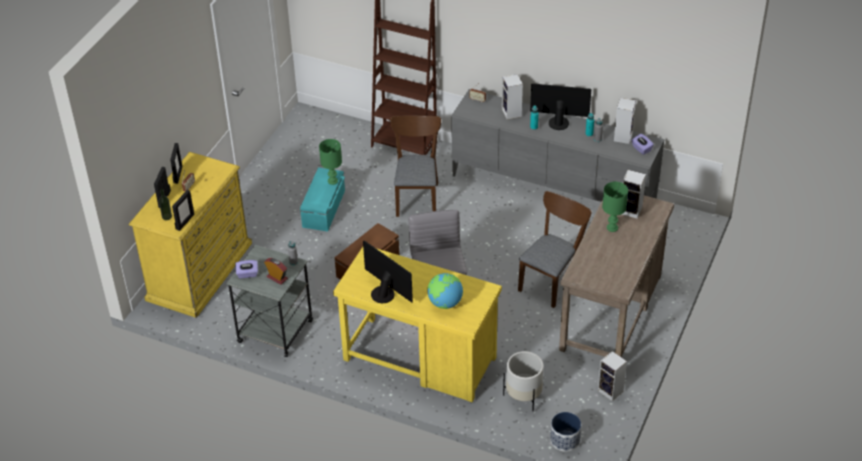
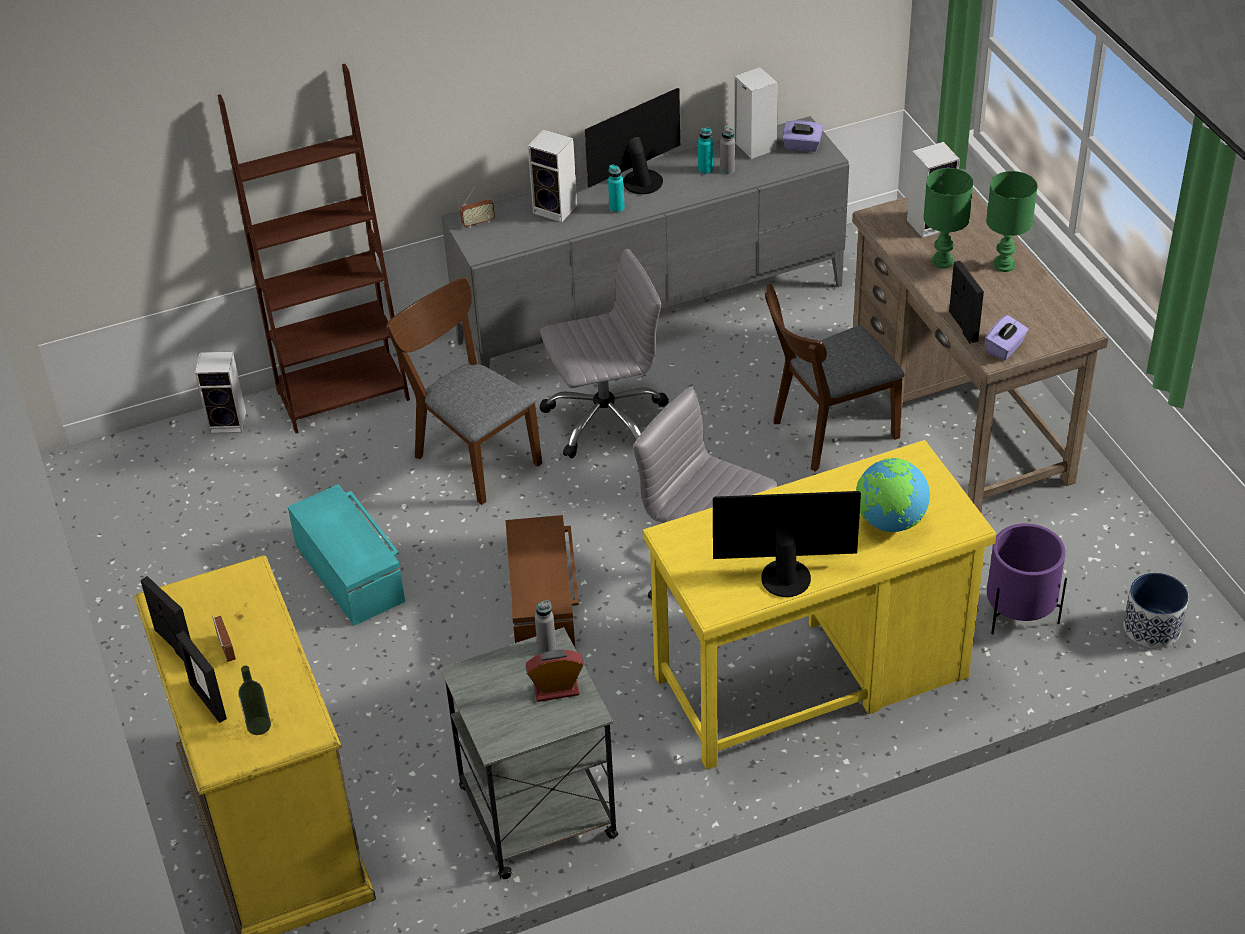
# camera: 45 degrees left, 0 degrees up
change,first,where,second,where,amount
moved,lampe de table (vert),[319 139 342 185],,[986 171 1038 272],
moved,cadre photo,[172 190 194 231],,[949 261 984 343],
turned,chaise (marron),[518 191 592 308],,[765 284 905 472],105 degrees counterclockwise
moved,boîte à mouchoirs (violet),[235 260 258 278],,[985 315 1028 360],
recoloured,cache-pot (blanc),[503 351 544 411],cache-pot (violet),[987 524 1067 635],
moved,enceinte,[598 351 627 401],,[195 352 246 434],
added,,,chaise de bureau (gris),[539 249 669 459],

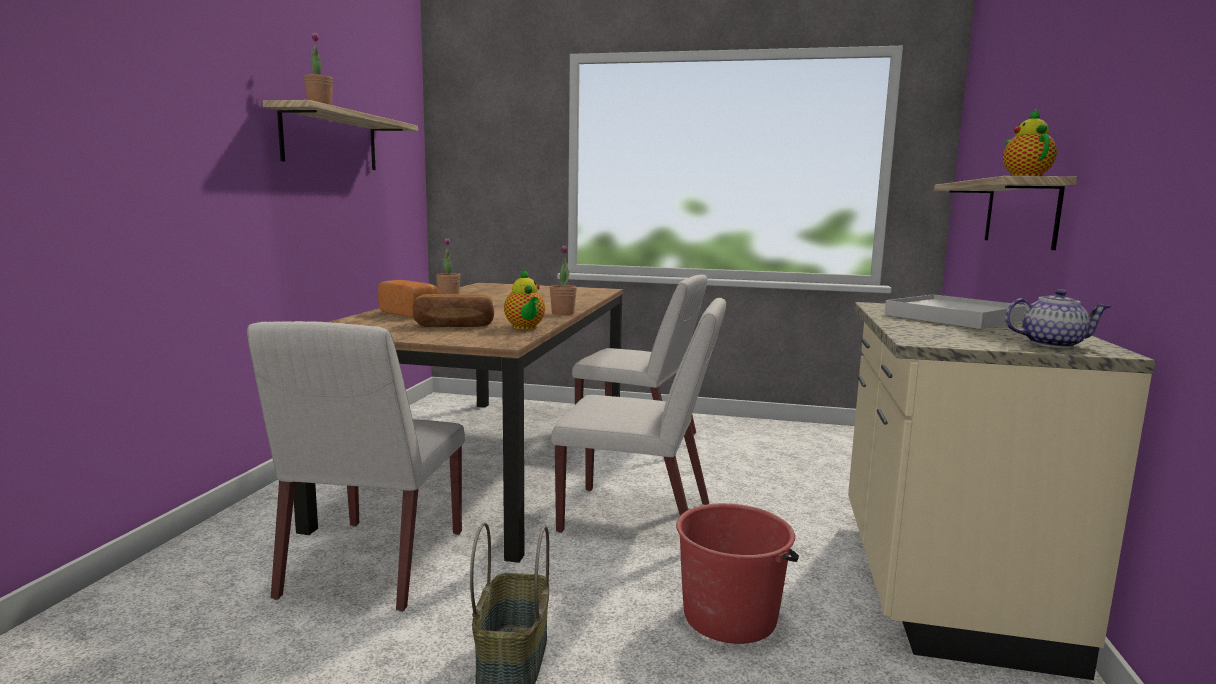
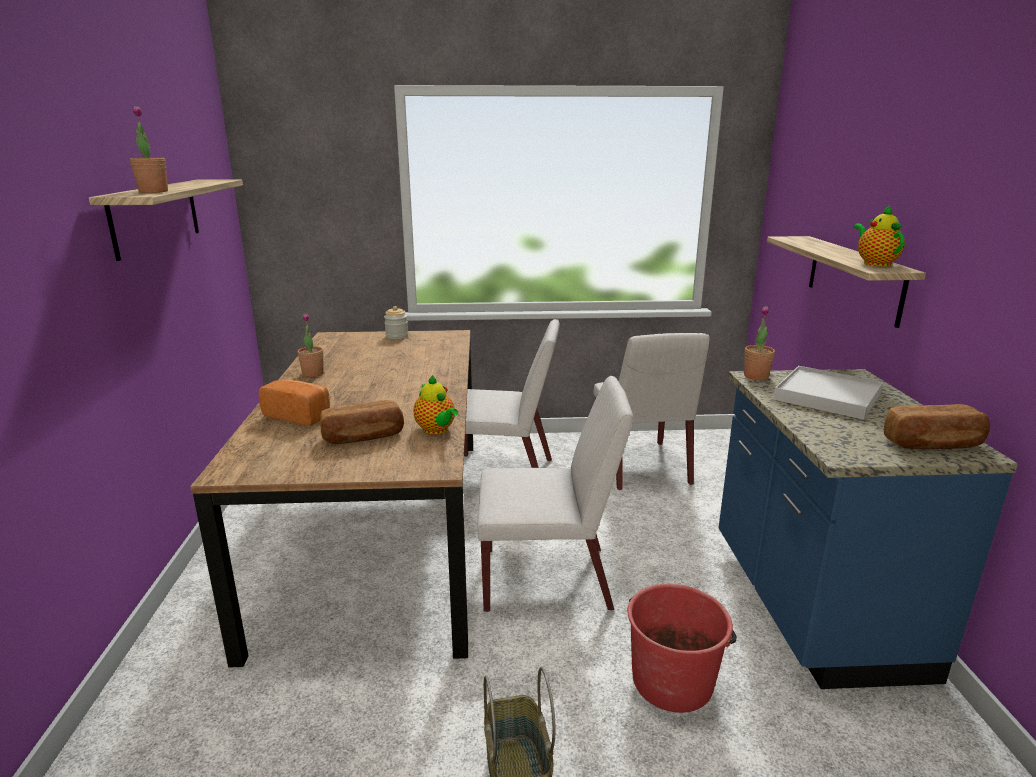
# camera: 15 degrees left, 10 degrees up
change,first,where,second,where,amount
moved,plante en pot,[550 246 577 315],,[744 306 775 380],
replaced,théière,[1005 289 1110 348],pain,[884 404 990 449],
recoloured,comptoir de cuisine (beige),[848 302 1156 680],comptoir de cuisine (bleu),[719 369 1018 689],
moved,chaise (blanc),[247 321 465 612],,[593 333 710 490],
added,,,bocal,[384 306 408 339],

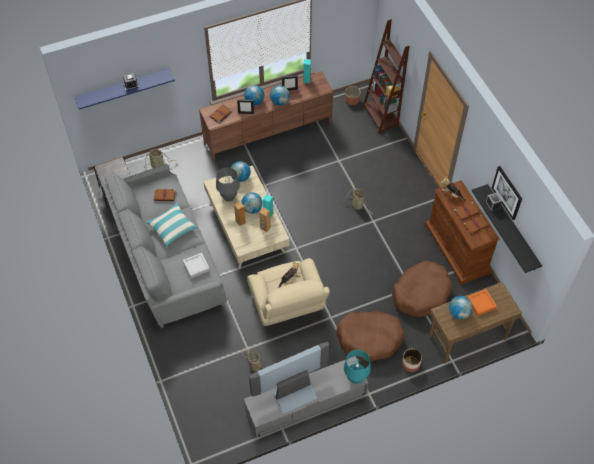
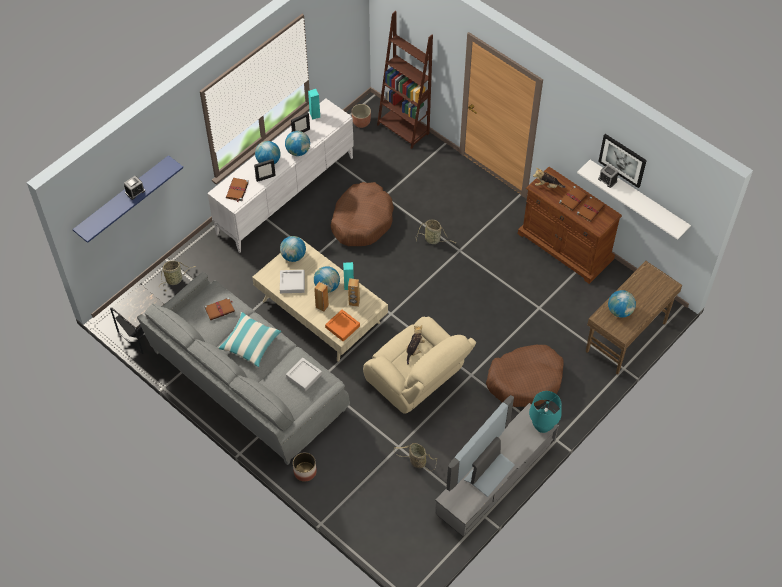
# camera: 25 degrees left, 0 degrees up
change,first,where,second,where,amount
recoloured,meuble de rangement (marron),[199 71 333 163],meuble de rangement (blanc),[207 99 354 253],
replaced,lampe de table (gris),[216 167 240 202],plateau (gris),[280 270 305 293],
recoloured,étagère (noir),[472 184 542 273],étagère (blanc),[577 160 691 240],
moved,panier pour chien (marron),[392 261 452 317],,[330 182 394 246],
moved,plateau (orange),[467 289 497 316],,[325 309 360 342],
moved,cache-pot,[402 349 422 372],,[293 452 317 482],

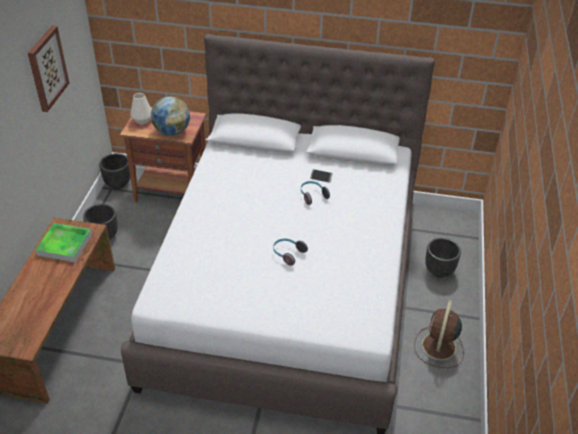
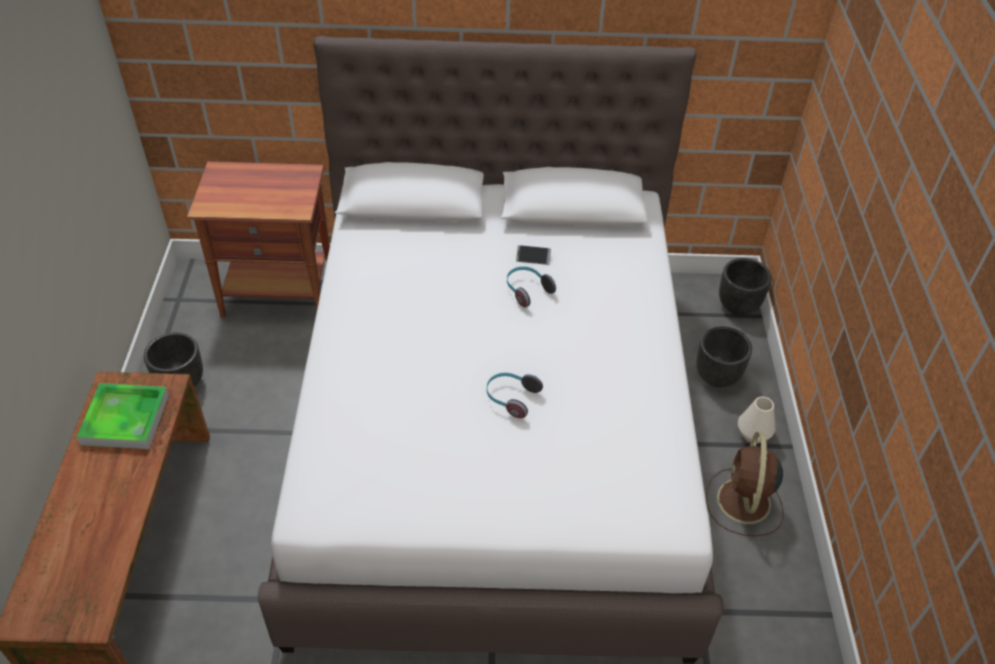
# camera: 10 degrees left, 5 degrees up
change,first,where,second,where,amount
removed,tableau,[28 26 69 112],,,
moved,vase (blanc),[130 93 152 125],,[738 397 775 443],
removed,globe,[151 96 190 136],,,
moved,cache-pot (noir),[99 153 130 189],,[719 258 772 315],

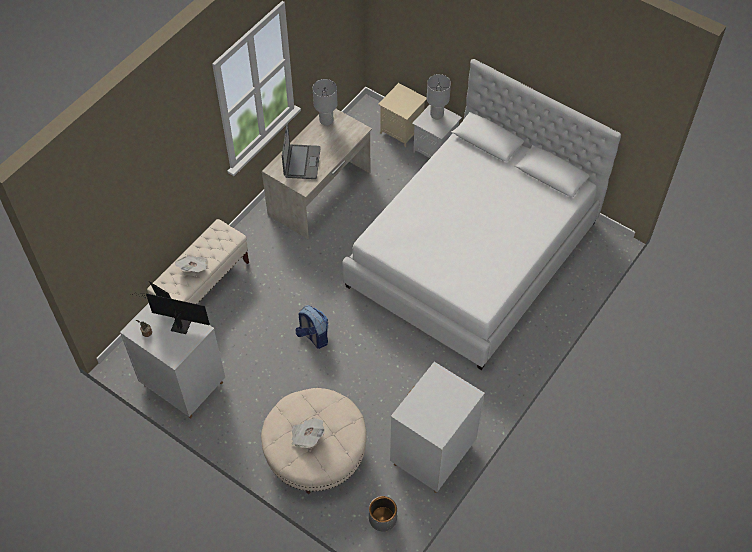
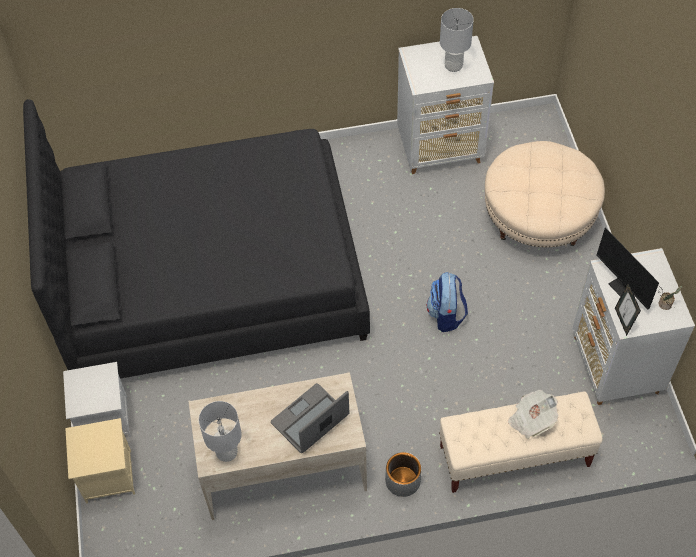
# camera: 135 degrees left, 0 degrees up
change,first,where,second,where,amount
recoloured,lit (blanc),[342 59 621 370],lit (noir),[23 99 370 379],
moved,lampe de table (gris),[427 74 451 120],,[440 8 474 72],
removed,journal,[291 418 325 448],,,
moved,cache-pot (gris),[369 496 397 532],,[385 452 421 497],

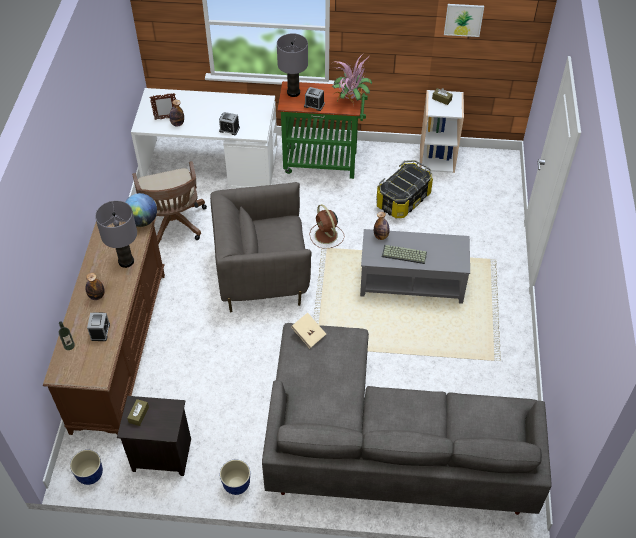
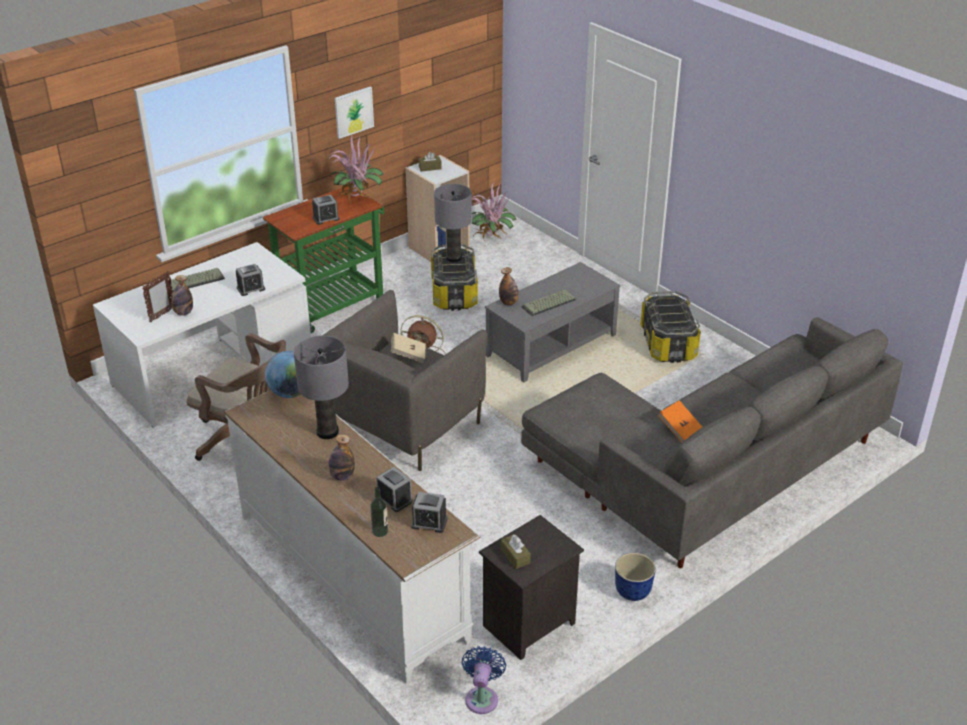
# camera: 45 degrees left, 15 degrees down
change,first,where,second,where,amount
moved,tableau,[444 4 484 37],,[335 86 374 139],
moved,lampe de table (gris),[277 33 308 97],,[434 184 472 262],
recoloured,meuble de rangement (marron),[43 215 165 435],meuble de rangement (blanc),[224 390 481 683],
moved,livre (beige),[291 313 326 348],,[391 333 425 363],
replaced,cache-pot,[70 450 103 485],ventilateur (bleu),[462 646 506 714],
added,,,plante en pot,[471 181 517 241],
added,,,clavier,[170 268 225 291],
added,,,boîte de rangement,[640 291 701 363],
added,,,livre (orange),[658 400 702 443],
added,,,réveil,[411 492 448 533],

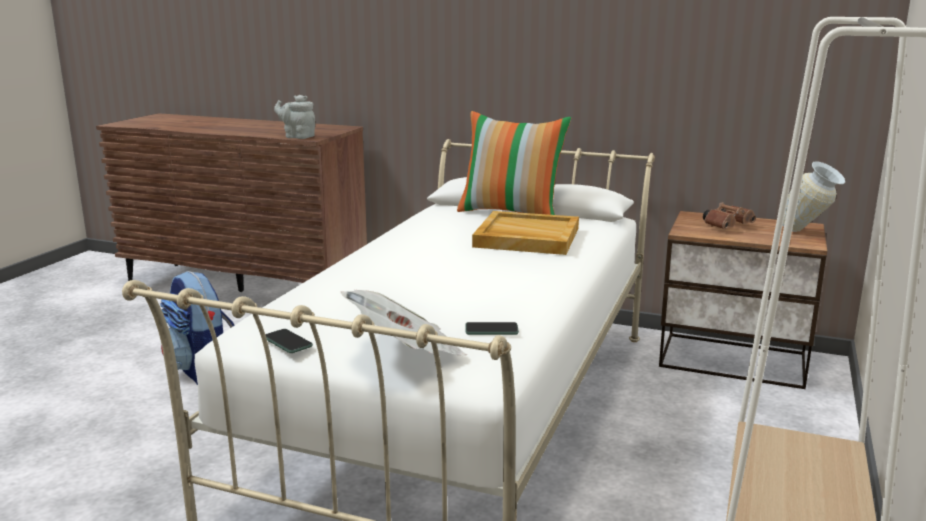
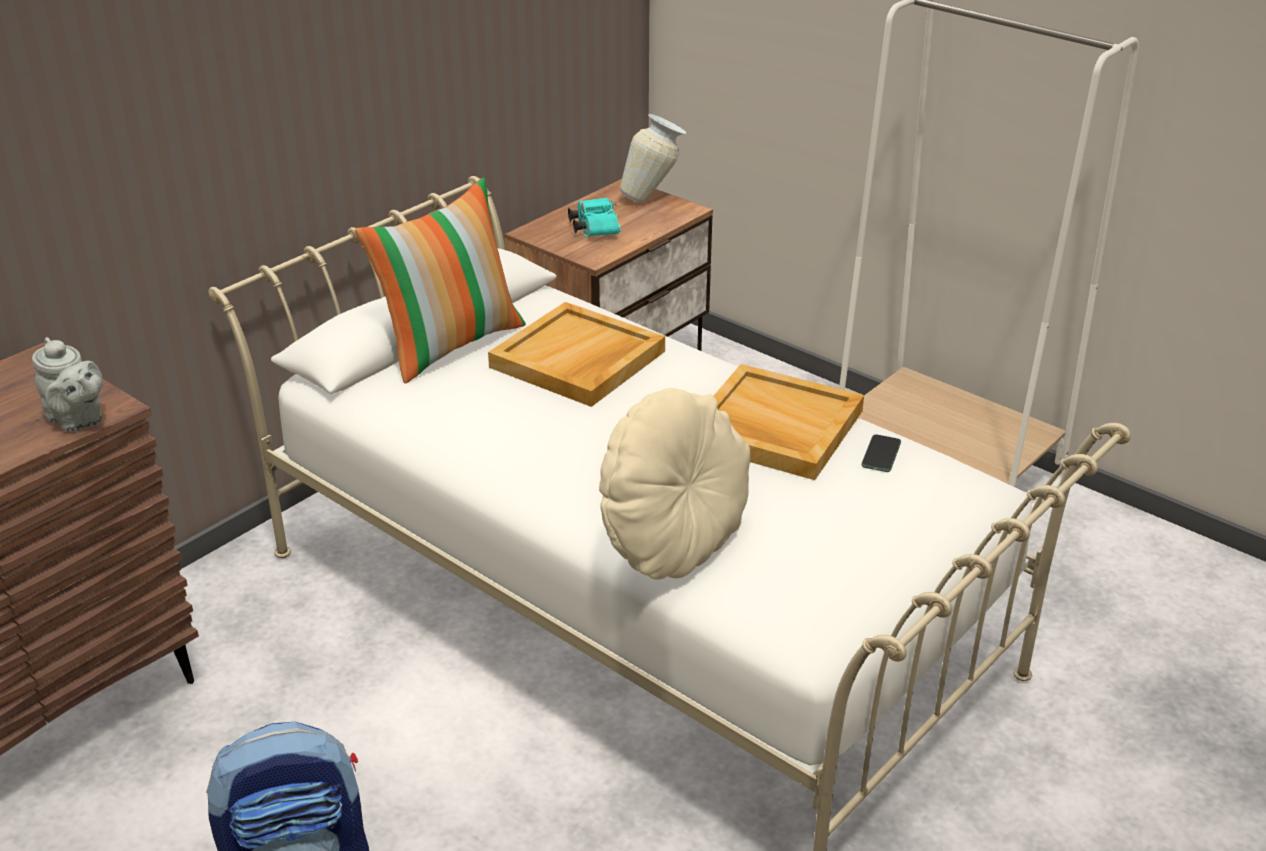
# camera: 70 degrees left, 15 degrees up
change,first,where,second,where,amount
turned,théière (gris),[274 95 315 139],,[32 337 103 432],90 degrees counterclockwise
recoloured,jumelles (marron),[703 202 756 229],jumelles (turquoise),[568 197 621 237],
removed,journal,[340 290 467 356],,,
removed,téléphone,[265 329 313 353],,,
added,,,plateau (beige),[713 364 864 480],
added,,,coussin (beige),[599 388 750 580],

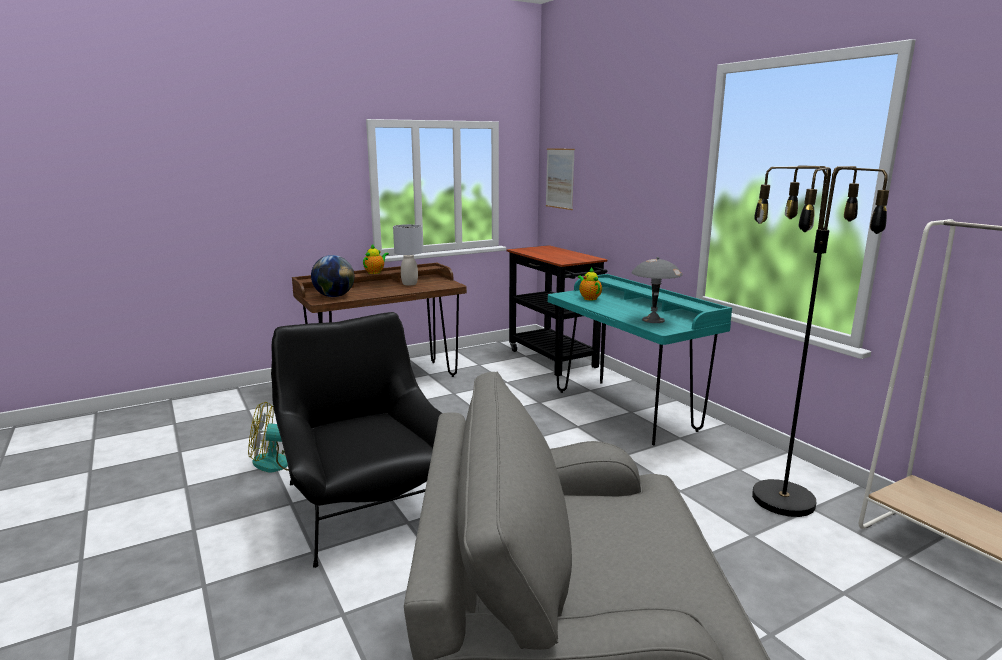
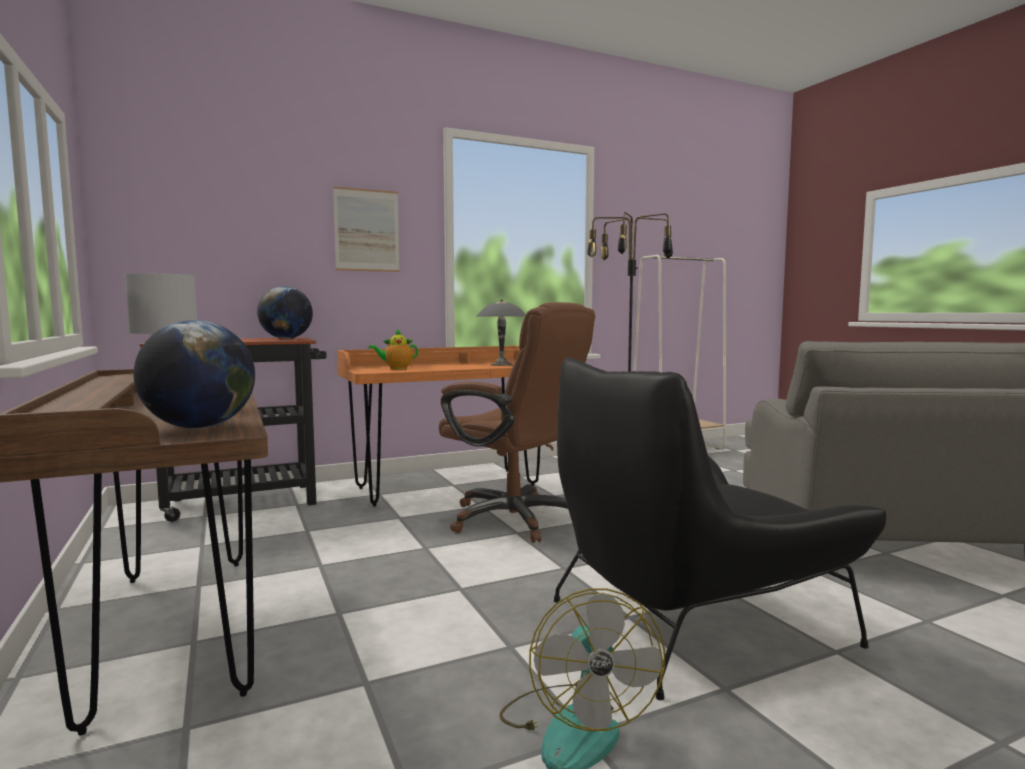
# camera: 85 degrees left, 10 degrees down
change,first,where,second,where,amount
moved,tableau,[546 148 575 210],,[333 186 400 272],
removed,théière,[363 245 389 274],,,
recoloured,bureau (turquoise),[548 274 732 445],bureau (orange),[337 346 540 507],
added,,,globe,[257 286 313 339],
added,,,chaise de bureau (marron),[439 302 595 543],

